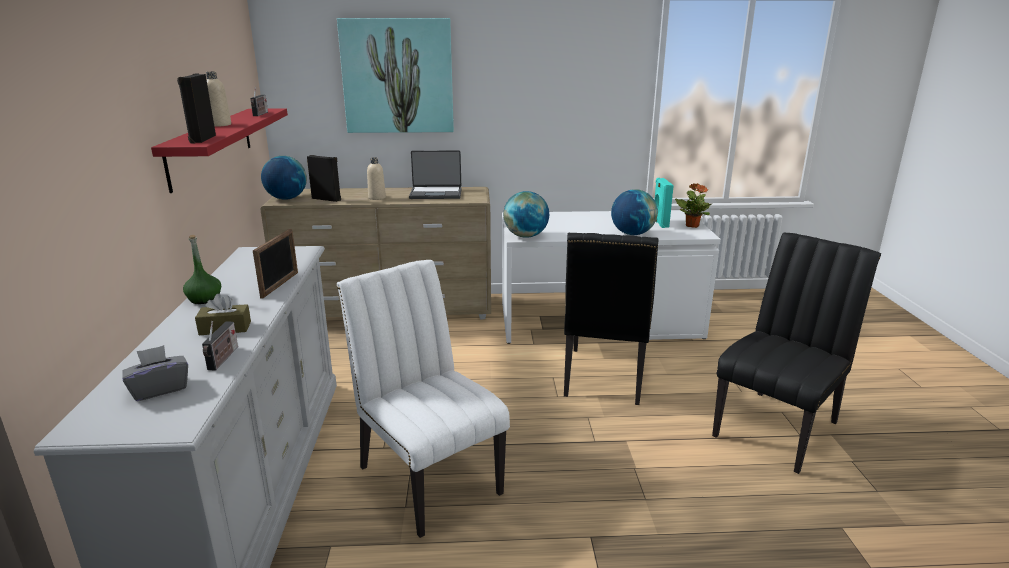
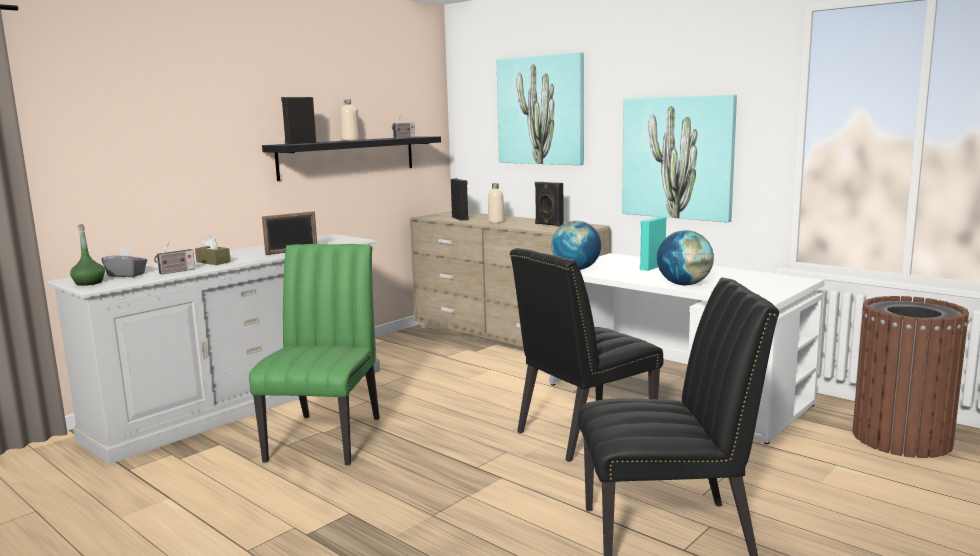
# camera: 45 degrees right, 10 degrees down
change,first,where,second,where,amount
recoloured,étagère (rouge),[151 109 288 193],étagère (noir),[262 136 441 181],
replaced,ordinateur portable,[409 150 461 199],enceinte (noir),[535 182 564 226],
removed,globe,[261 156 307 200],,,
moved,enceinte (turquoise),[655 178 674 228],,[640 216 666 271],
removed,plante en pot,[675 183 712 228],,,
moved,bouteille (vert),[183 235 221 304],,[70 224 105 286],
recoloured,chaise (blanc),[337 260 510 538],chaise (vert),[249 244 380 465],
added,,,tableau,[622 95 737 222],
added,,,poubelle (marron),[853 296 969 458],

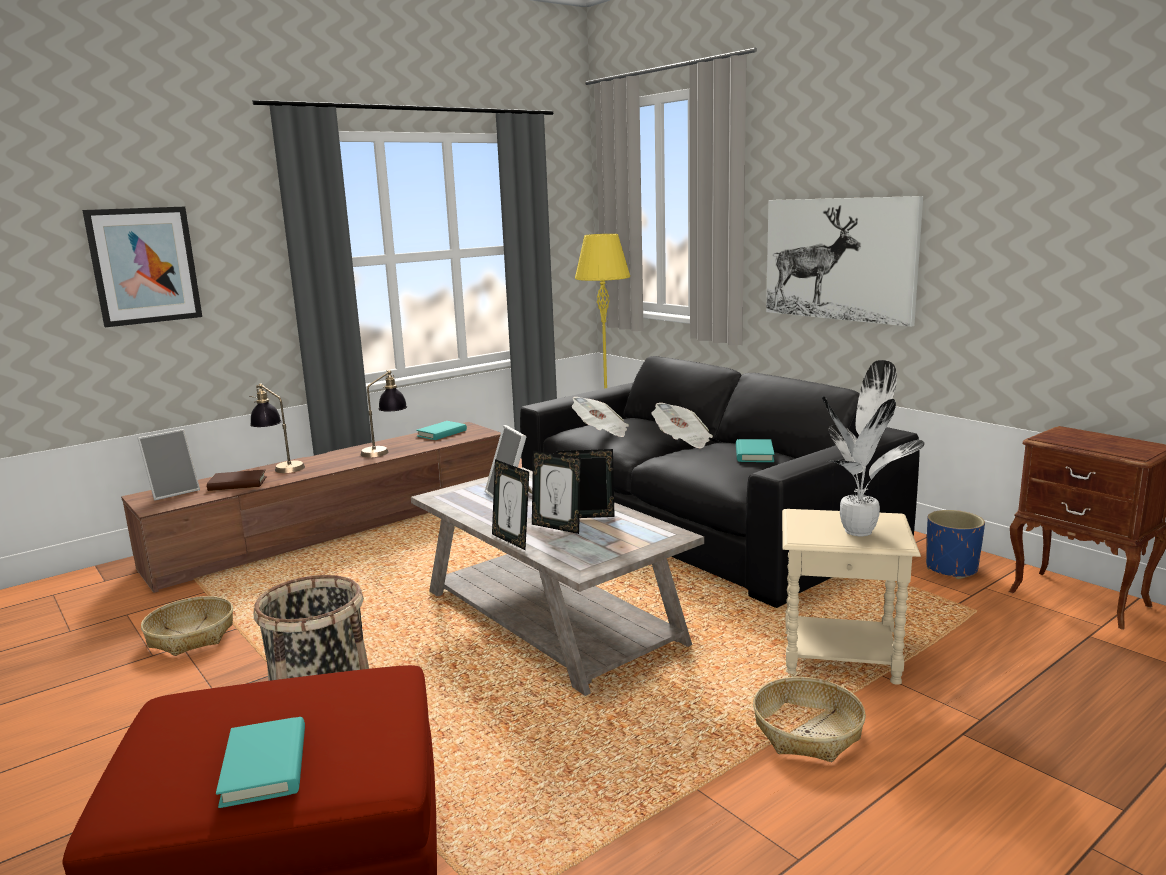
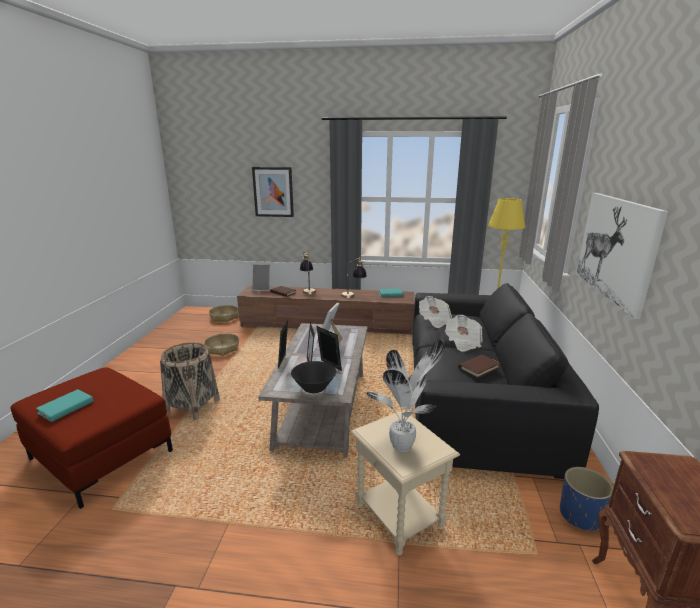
# camera: 45 degrees right, 5 degrees up
change,first,where,second,where,amount
recoloured,livre (turquoise),[736 439 775 462],livre (marron),[458 355 501 379],
moved,panier,[753 677 866 762],,[209 305 239 322],
added,,,bol (noir),[291 361 336 393],

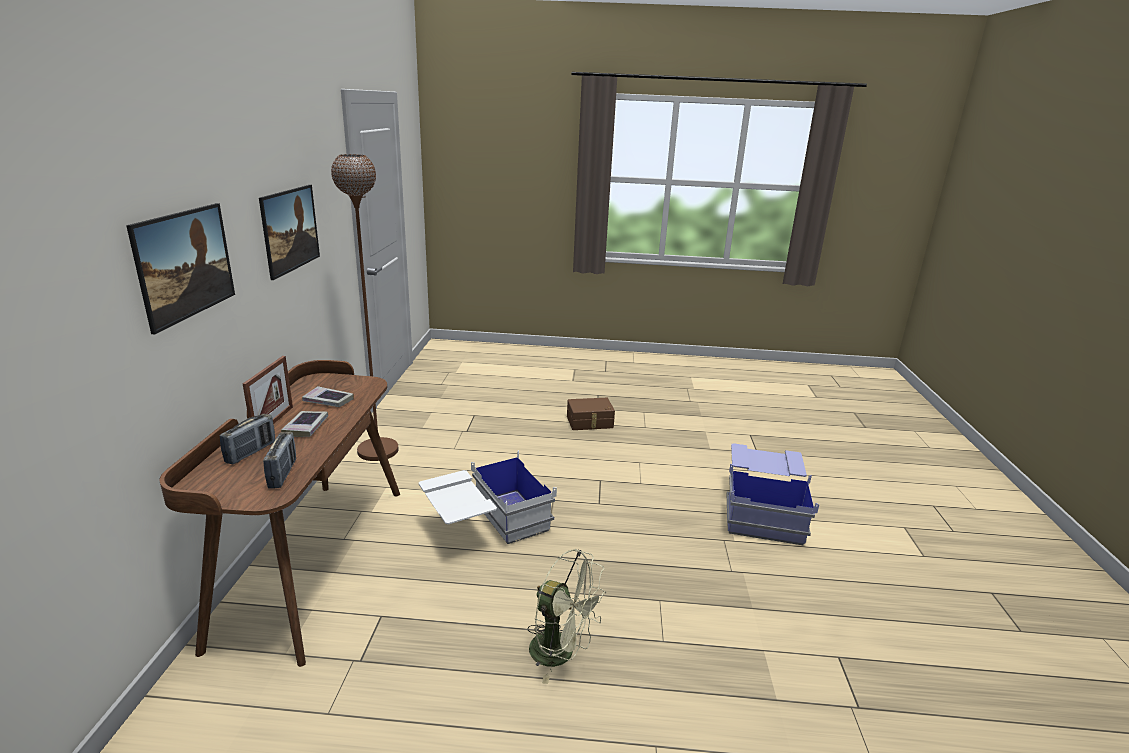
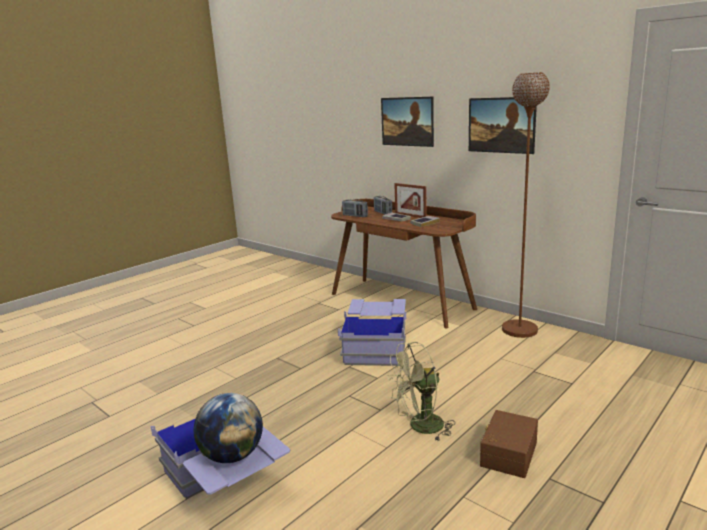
# camera: 130 degrees right, 5 degrees down
change,first,where,second,where,amount
recoloured,boîte de rangement (blanc),[419 450 557 544],boîte de rangement (bleu),[338 299 406 366],
moved,ventilateur (vert),[527 549 606 684],,[387 342 455 441],
added,,,globe,[194 393 263 463],

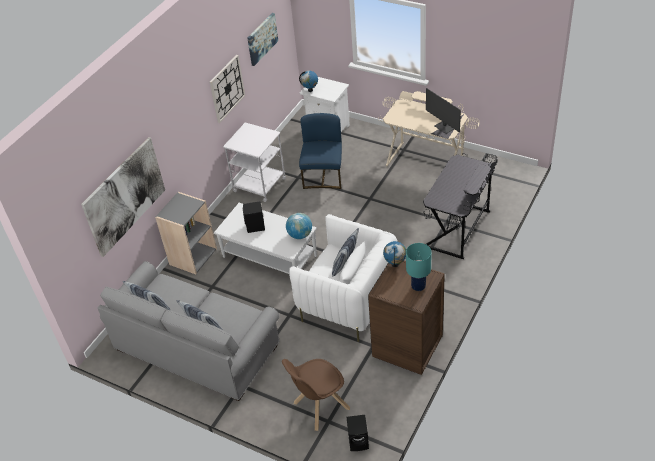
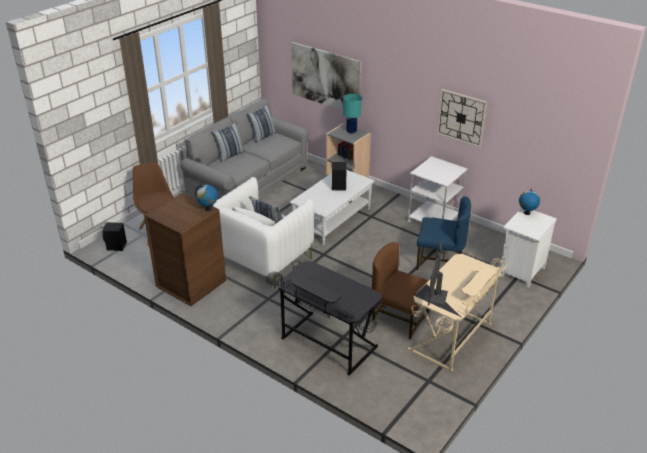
# camera: 95 degrees right, 10 degrees down
change,first,where,second,where,amount
removed,tableau,[247 13 278 66],,,
turned,écran d'ordinateur,[426 88 461 134],,[427 241 448 306],45 degrees counterclockwise
removed,globe,[286 213 312 239],,,
moved,lampe de table (turquoise),[406 243 431 291],,[343 94 362 133],
added,,,chaise (marron),[372 242 429 340],

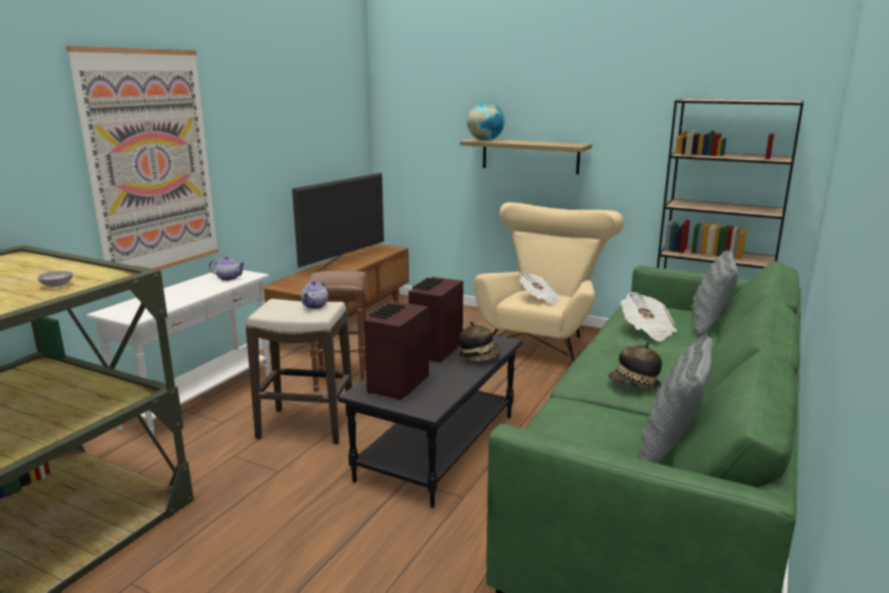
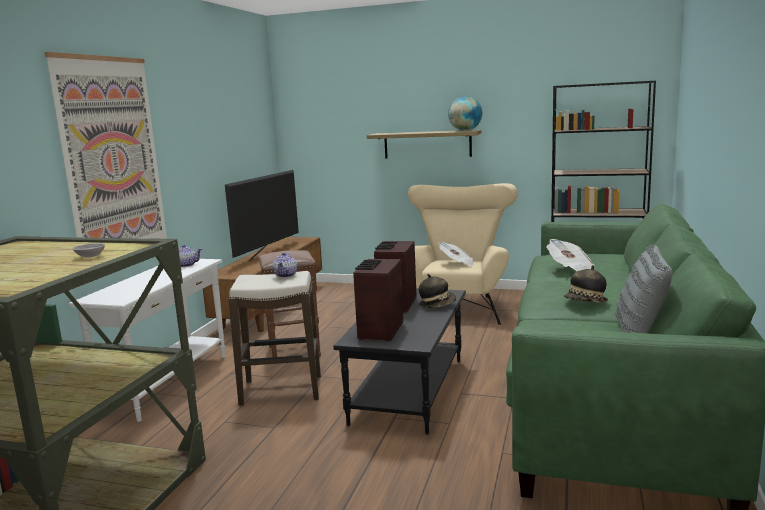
# camera: 10 degrees left, 5 degrees down
change,first,where,second,where,amount
moved,globe,[467 102 505 141],,[448 96 482 131],
removed,coussin (gris),[691 250 738 335],,,

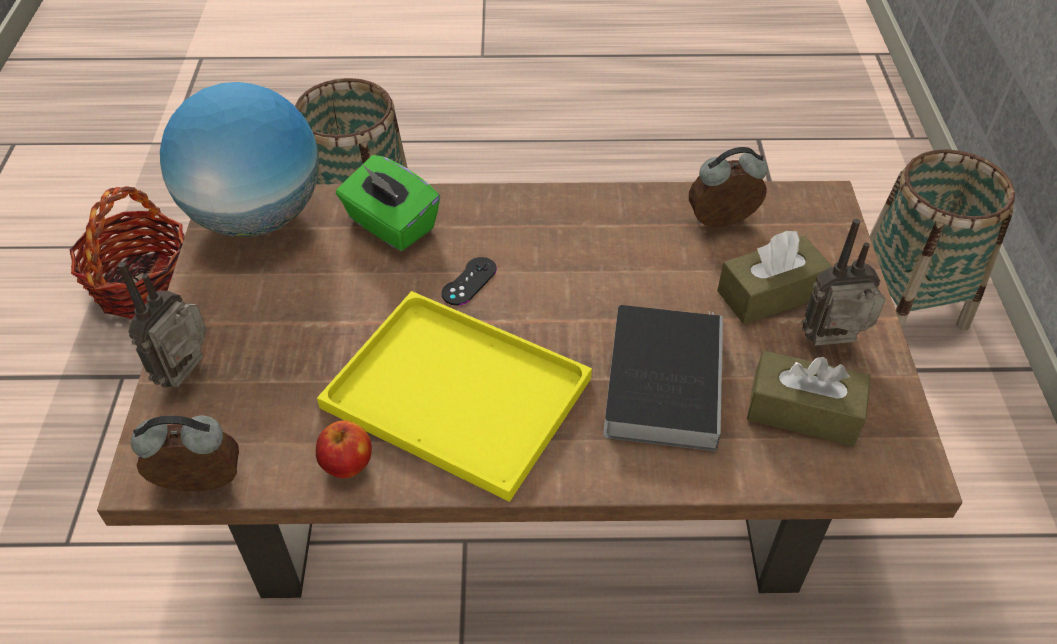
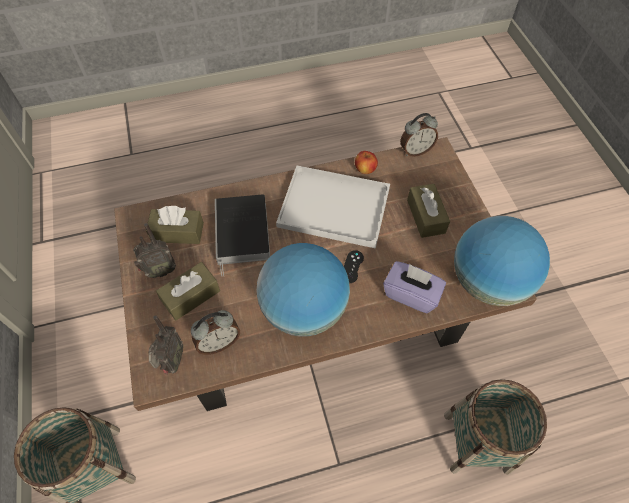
# camera: 165 degrees right, 10 degrees up
change,first,where,second,where,amount
recoloured,boîte à mouchoirs (vert),[336 155 440 251],boîte à mouchoirs (violet),[383 261 446 313],
removed,panier,[70 186 185 319],,,
moved,radio,[118 262 207 388],,[148 315 183 375],
recoloured,plateau (jaune),[317 291 592 502],plateau (blanc),[276 166 390 249],
added,,,boîte à mouchoirs (marron),[407 184 450 238],
added,,,globe,[256 243 350 337],

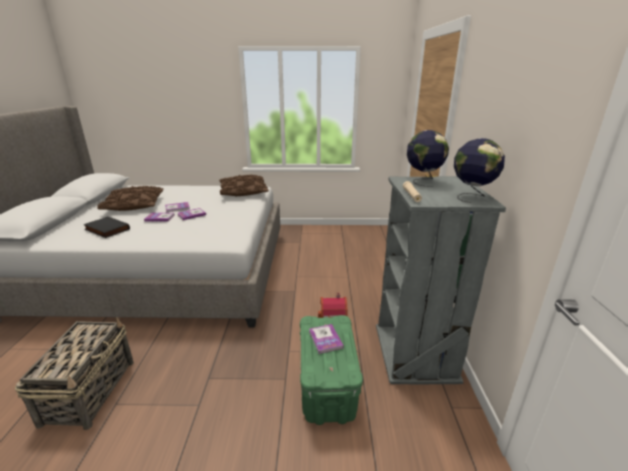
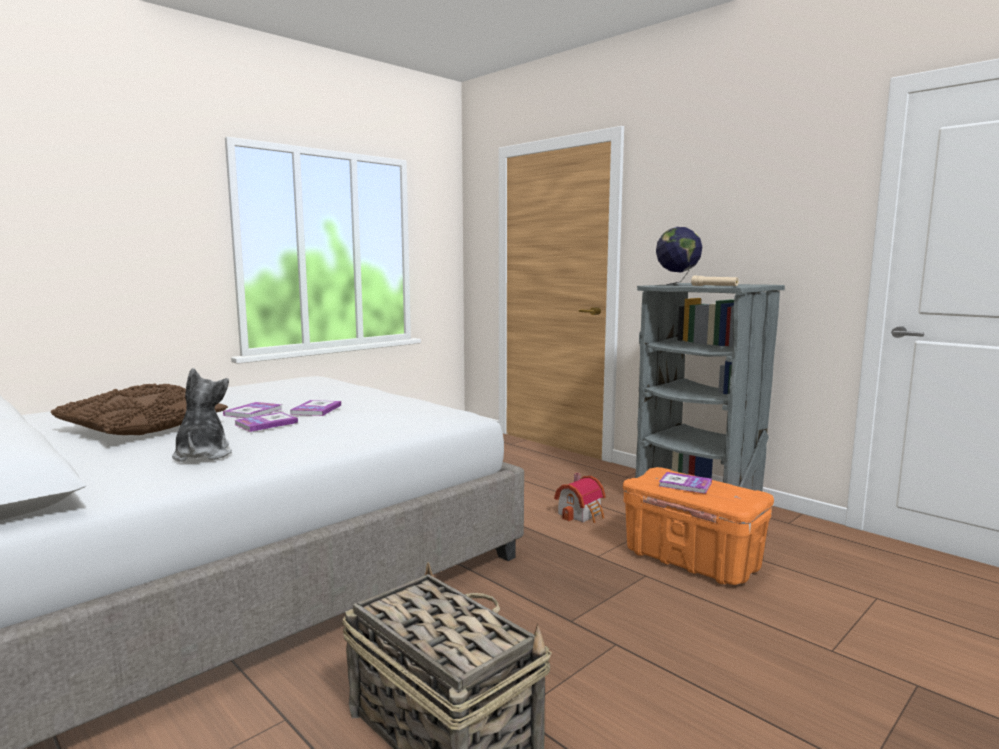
# camera: 45 degrees left, 15 degrees down
change,first,where,second,where,amount
removed,globe,[454 138 505 203],,,
removed,coussin (marron),[219 174 269 196],,,
replaced,livre (noir),[83 216 130 238],peluche,[172 368 232 462],
recoloured,boîte de rangement (vert),[300 315 363 425],boîte de rangement (orange),[623 467 774 585],

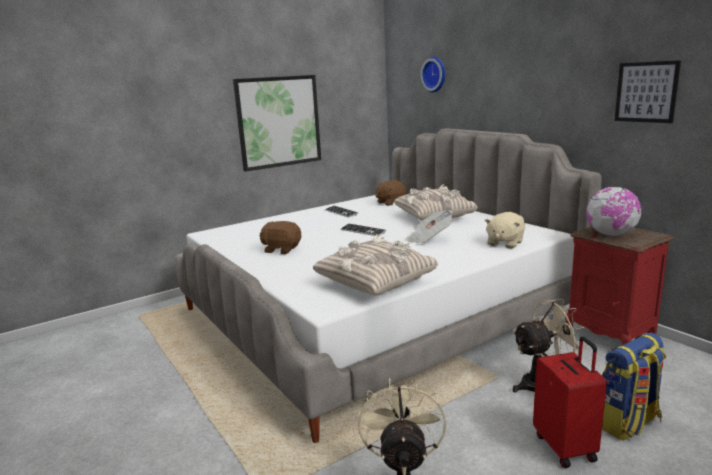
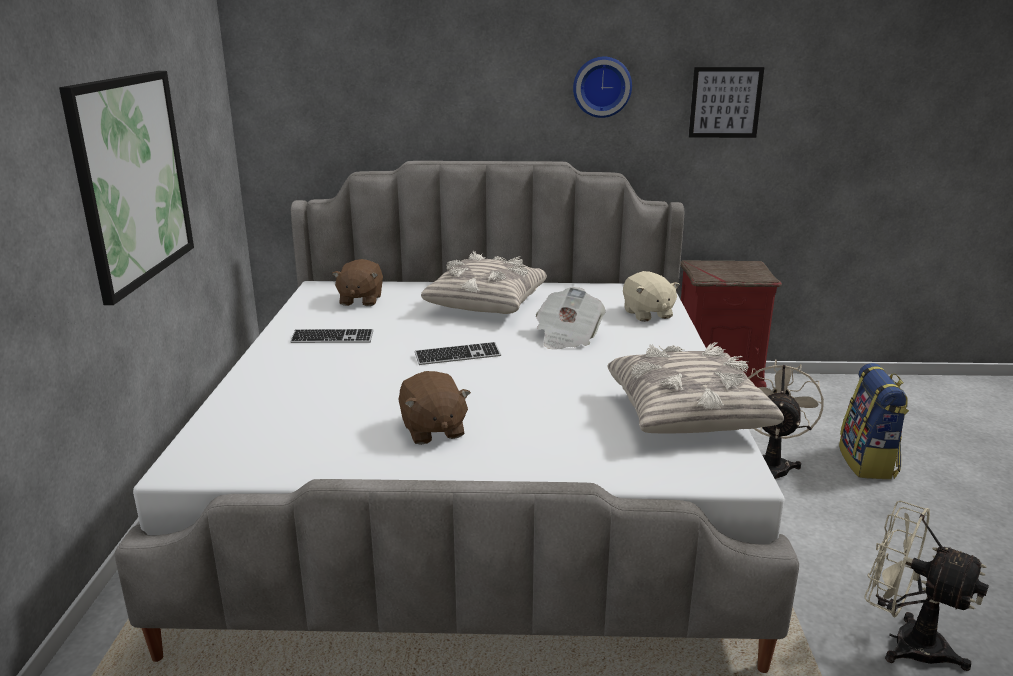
# camera: 55 degrees left, 5 degrees up
change,first,where,second,where,amount
moved,horloge murale,[420 57 445 92],,[573 57 632 118],
removed,globe,[586 187 642 236],,,
turned,peluche (marron),[259 221 301 254],,[398 371 471 445],75 degrees counterclockwise
removed,valise (rouge),[533 336 607 468],,,

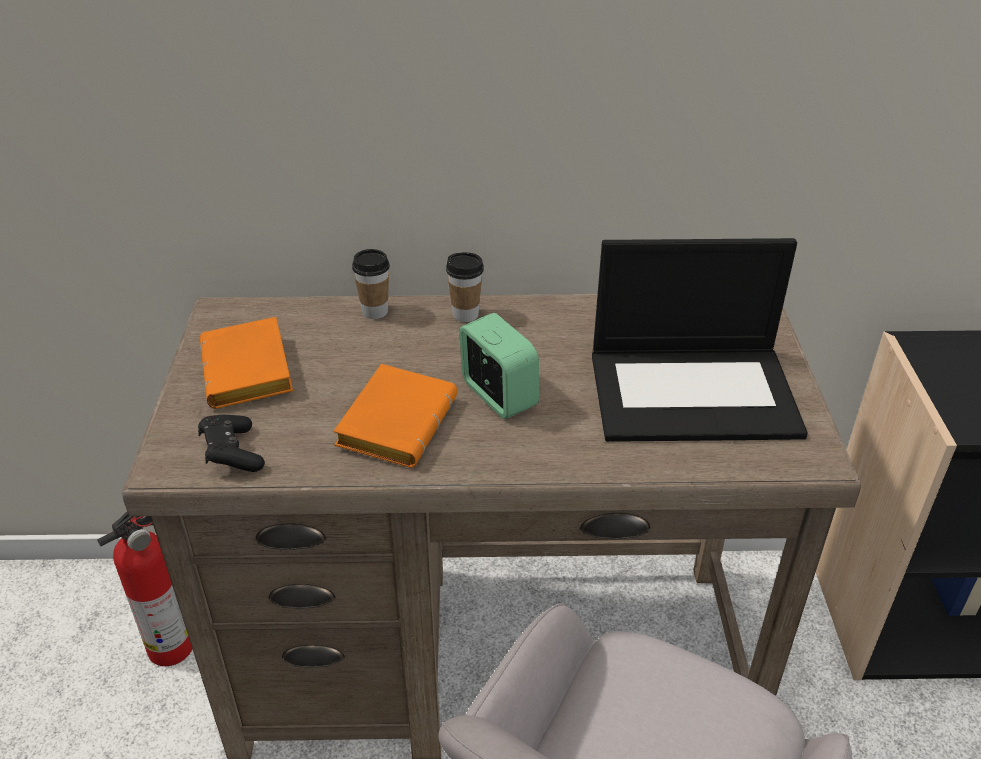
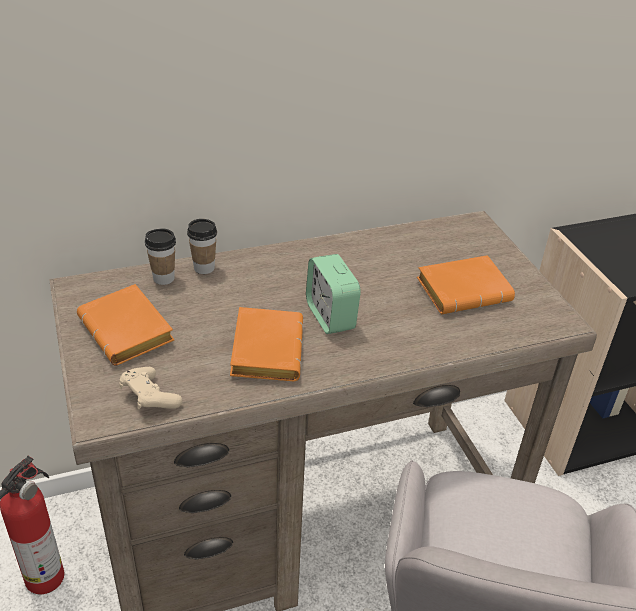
# camera: 20 degrees left, 0 degrees up
change,first,where,second,where,amount
replaced,ordinateur portable,[592 238 808 442],livre (orange),[417 255 515 314],
moved,tasse,[446 252 484 322],,[145 228 176 285],
turned,réveil,[459 313 539 419],,[306 254 361 334],150 degrees counterclockwise
recoloured,manette (noir),[198 415 265 472],manette (beige),[119 367 182 409],

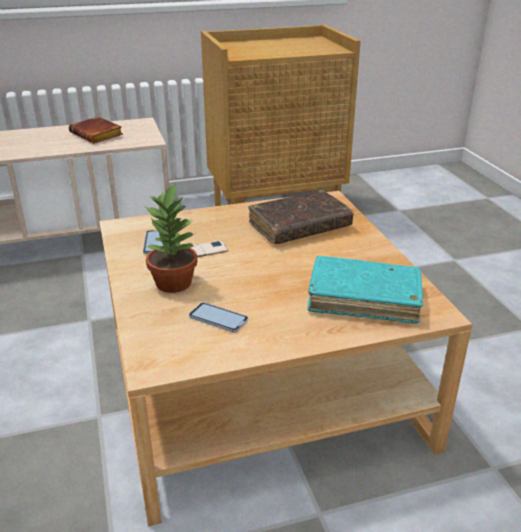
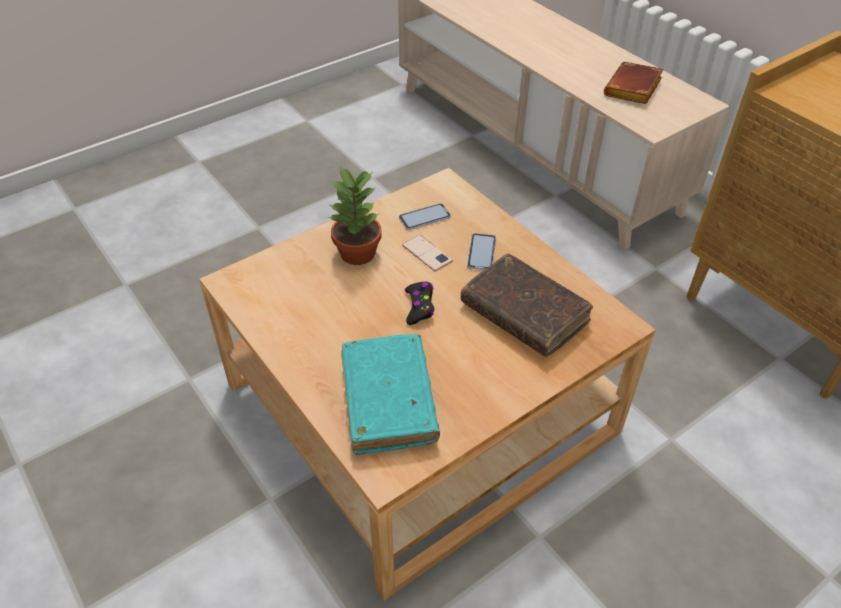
# camera: 70 degrees right, 15 degrees up
change,first,where,second,where,amount
moved,téléphone,[189 302 248 333],,[467 233 496 270],
added,,,manette (noir),[405 282 435 325],

